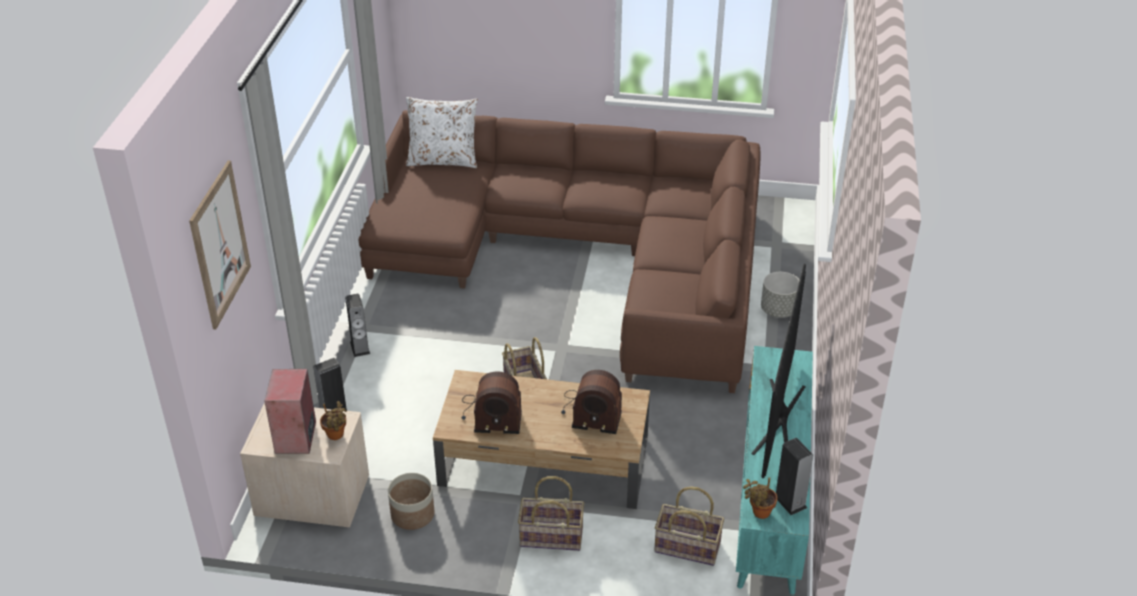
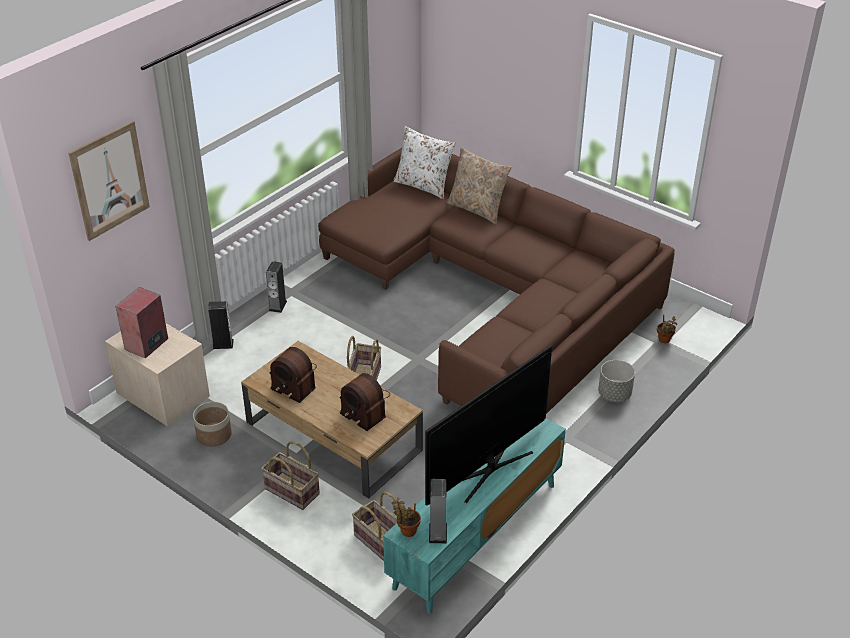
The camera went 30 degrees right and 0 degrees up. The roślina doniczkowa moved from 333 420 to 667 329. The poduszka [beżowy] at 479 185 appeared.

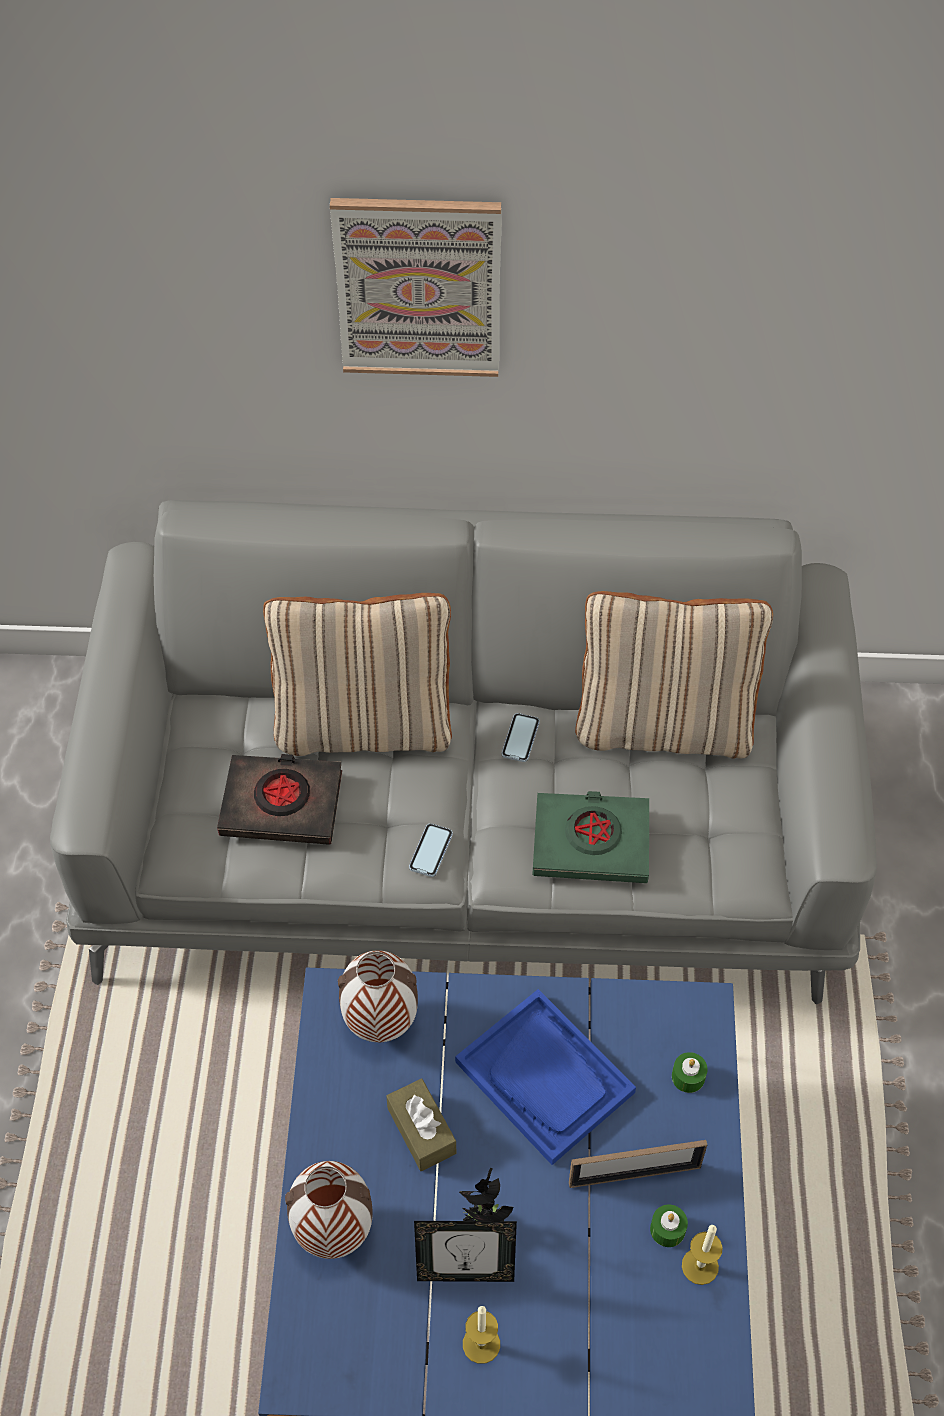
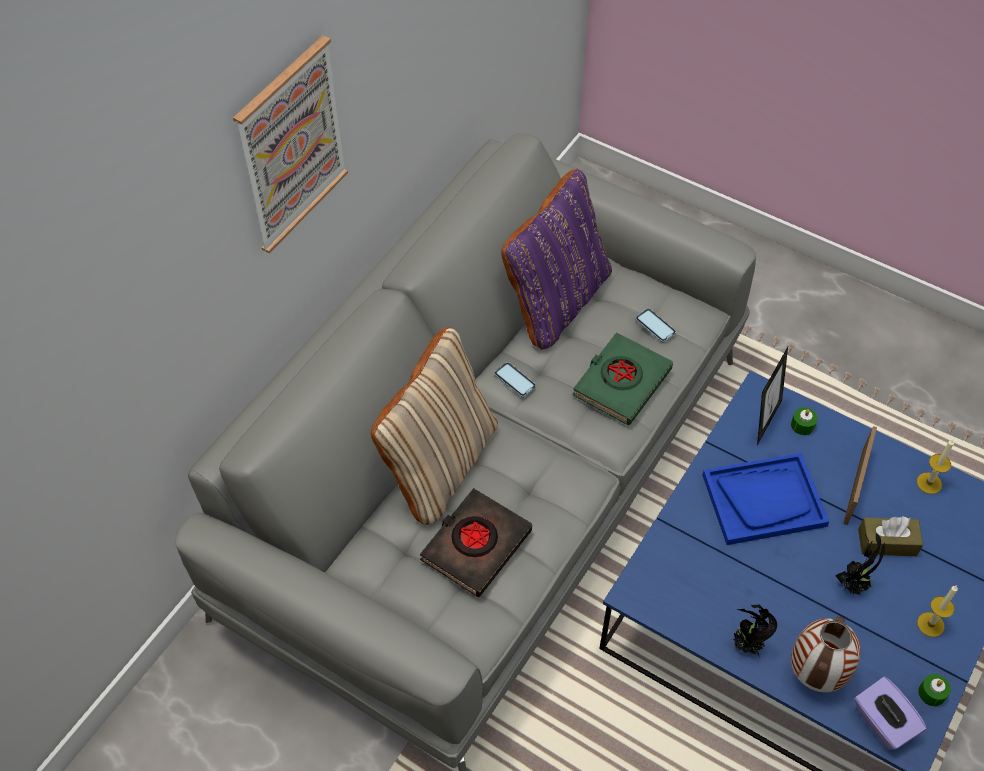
The camera went 60 degrees left and 0 degrees up. The poduszka [beżowy] at 674 675 became the poduszka [fioletowy] at 556 259. The telefon moved from 431 850 to 655 325. The wazon at 378 996 disappeared. The pudełko chusteczek [brązowy] moved from 421 1125 to 890 536. The świeca [zielony] moved from 669 1225 to 934 690. The ramka na zdjęcie moved from 465 1251 to 772 396. The roślina doniczkowa at 755 631 appeared. The pudełko chusteczek [fioletowy] at 891 713 appeared.

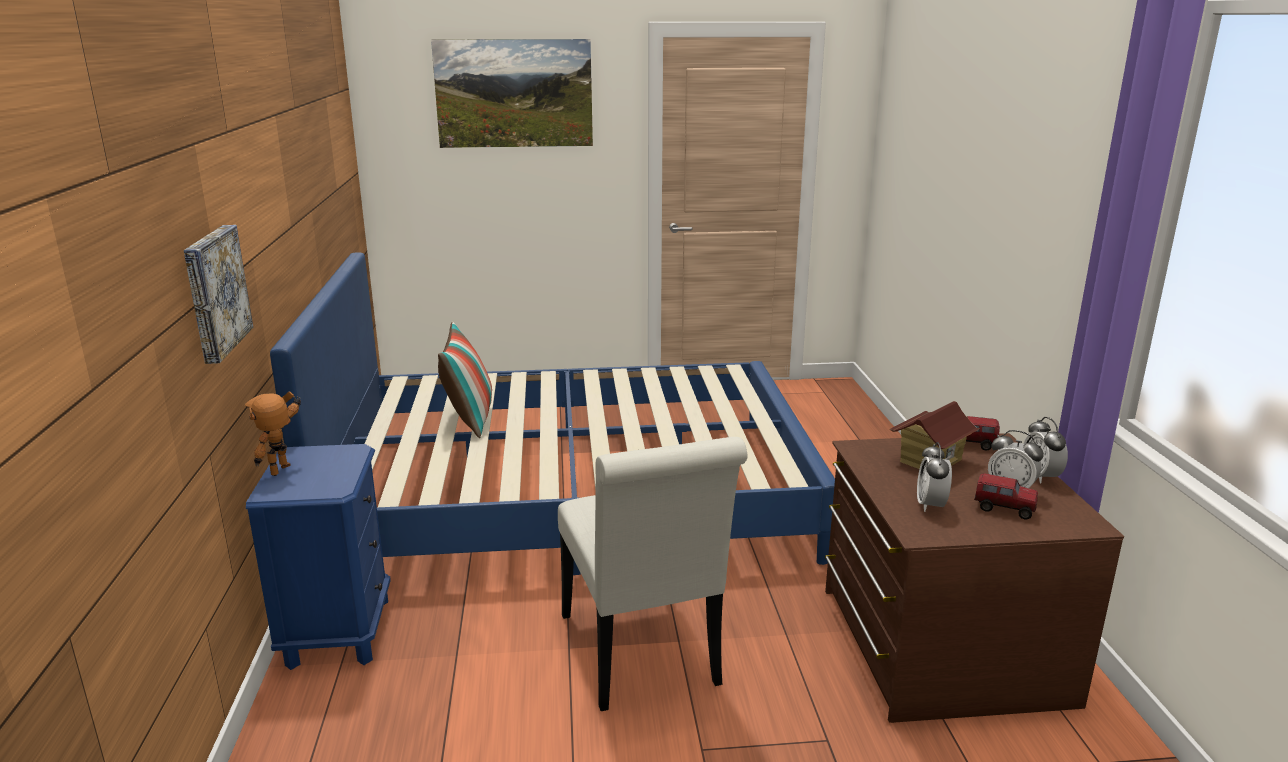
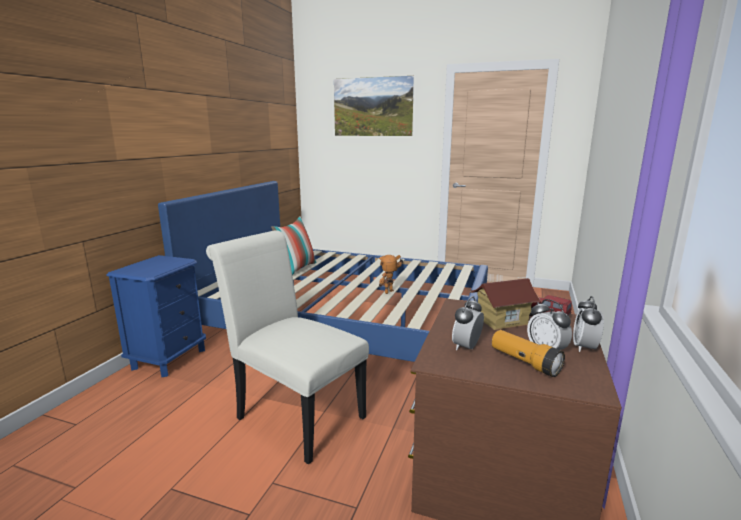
The camera went 25 degrees right and 5 degrees down. The obraz at 218 294 disappeared. The robot zabawkowy moved from 273 433 to 391 274. The krzesło [biały] at 652 574 turned 120 degrees clockwise. The ciężarówka zabawkowa at 1006 496 was replaced by the latarka at 528 353.

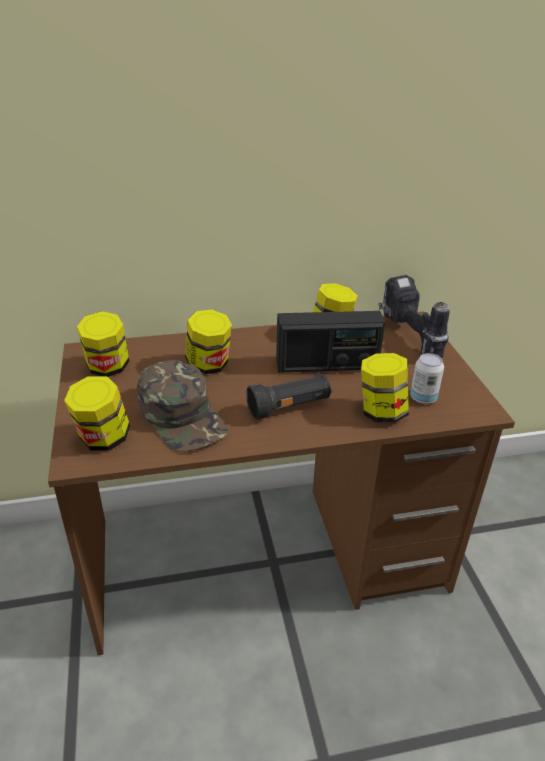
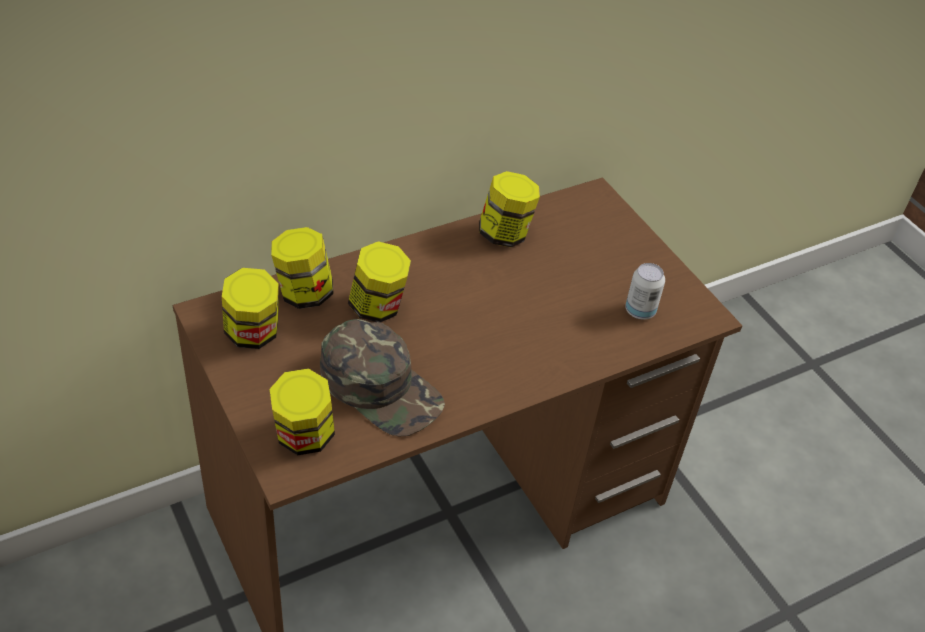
The camera went 20 degrees left and 10 degrees up. The wiertarka at 414 316 disappeared. The radio at 330 342 disappeared. The słoik moved from 385 388 to 302 268. The latarka [czarny] at 289 396 disappeared.

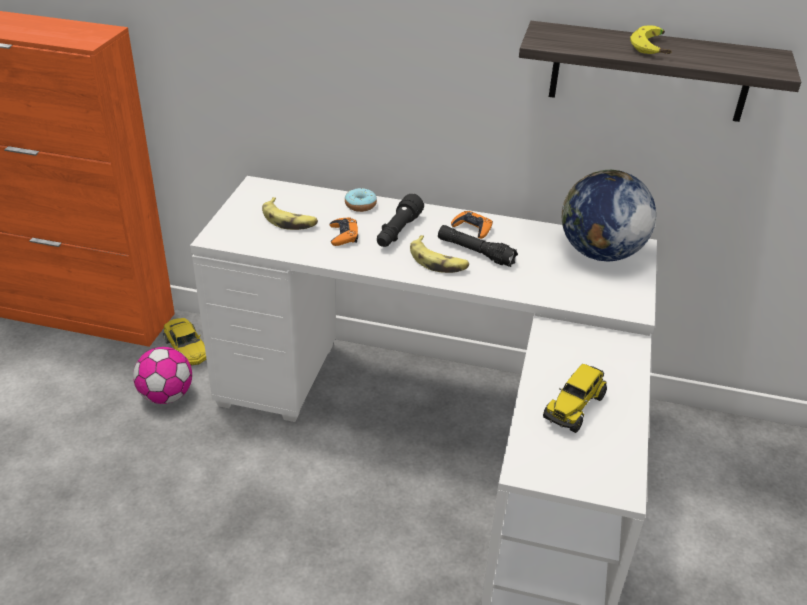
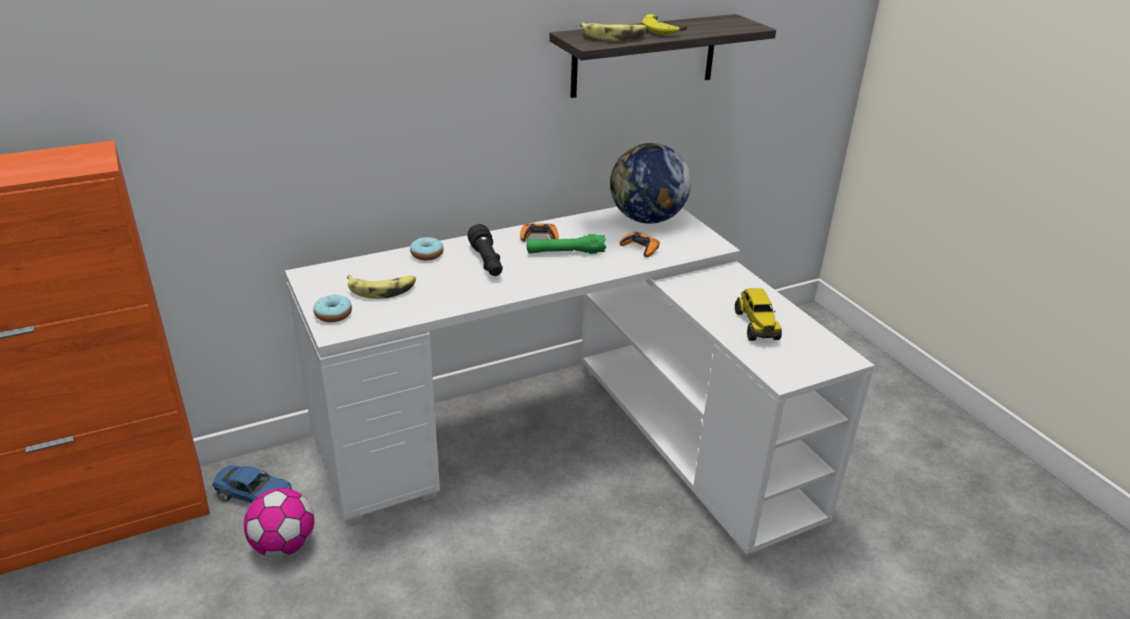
The camera went 40 degrees left and 5 degrees down. The pad do gier [pomarańczowy] moved from 344 231 to 640 244. The latarka [czarny] at 478 246 became the latarka [zielony] at 566 244. The banan moved from 439 254 to 613 31. The samochodzik [żółty] at 184 341 became the samochodzik [niebieski] at 251 484. The donut at 332 308 appeared.

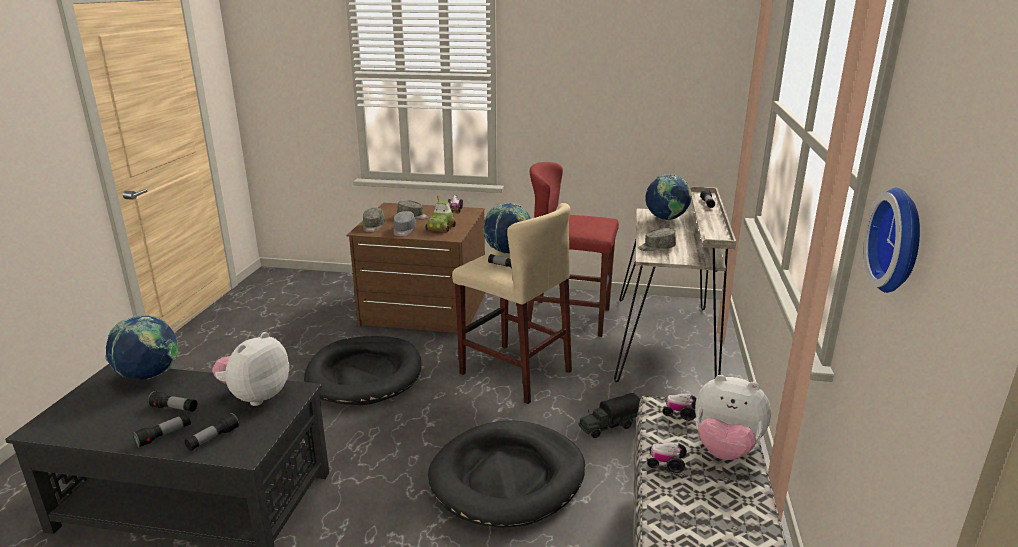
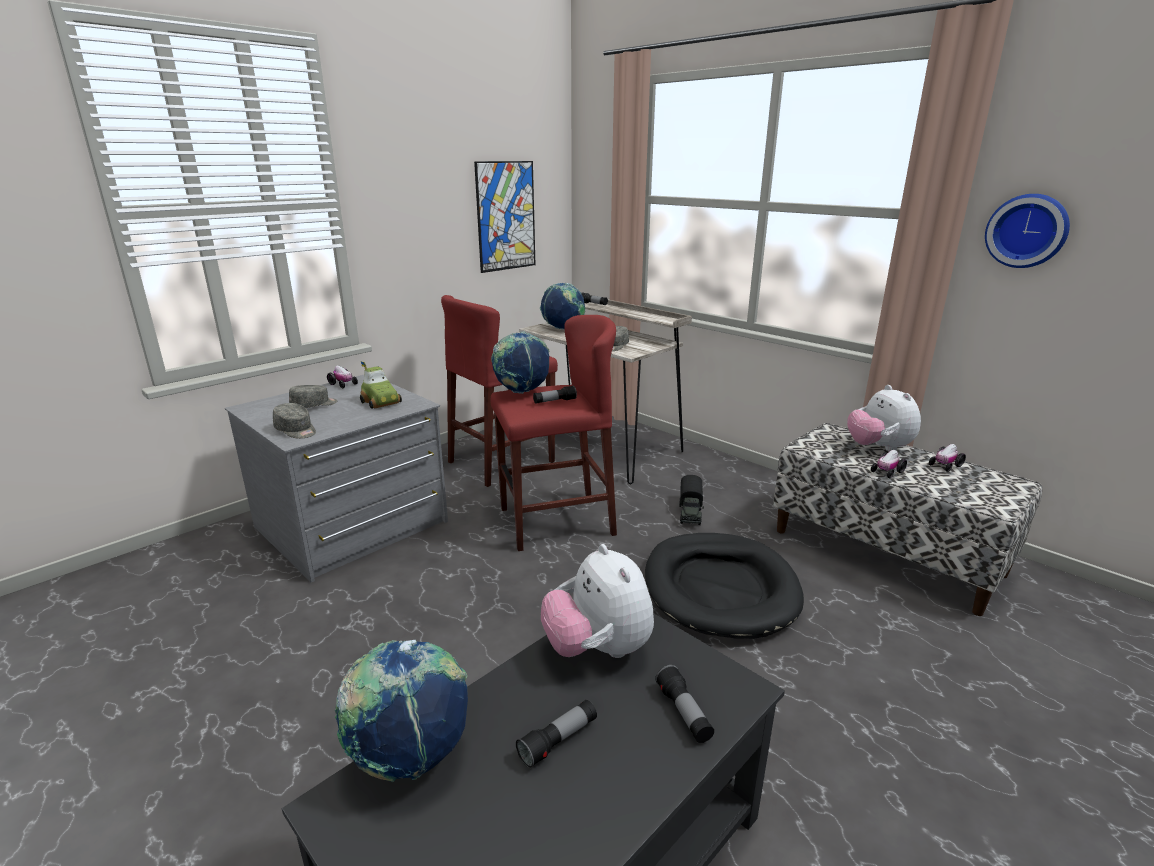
The camera went 55 degrees left and 0 degrees up. The komoda [brązowy] at 415 268 became the komoda [szary] at 336 478. The stołek [beżowy] at 512 303 became the stołek [czerwony] at 553 433. The czapka z daszkiem [szary] at 404 223 disappeared. The legowisko [czarny] at 362 370 disappeared. The pluszak at 733 417 turned 105 degrees clockwise. The samochodzik moved from 679 407 to 947 458. The latarka at 161 430 disappeared. The obraz at 504 217 appeared.

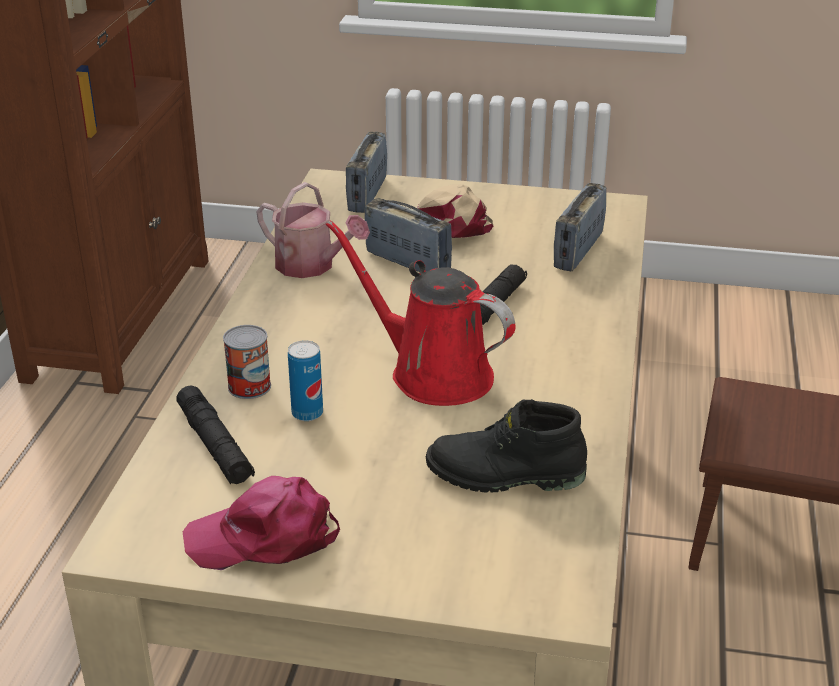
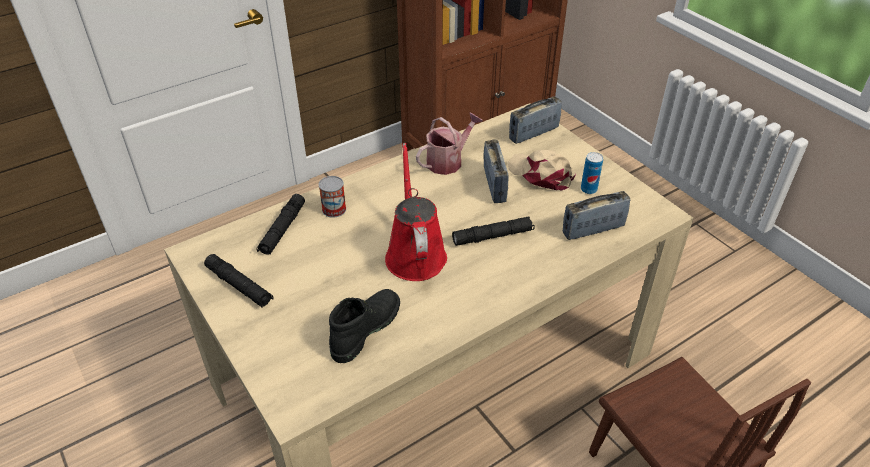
The camera went 45 degrees right and 10 degrees up. The konewka at 313 230 turned 120 degrees counterclockwise. The puszka moved from 305 380 to 592 173. The but z cholewką [czarny] at 506 446 turned 75 degrees clockwise. The czapka z daszkiem [różowy] at 261 523 was replaced by the latarka [czarny] at 239 281.

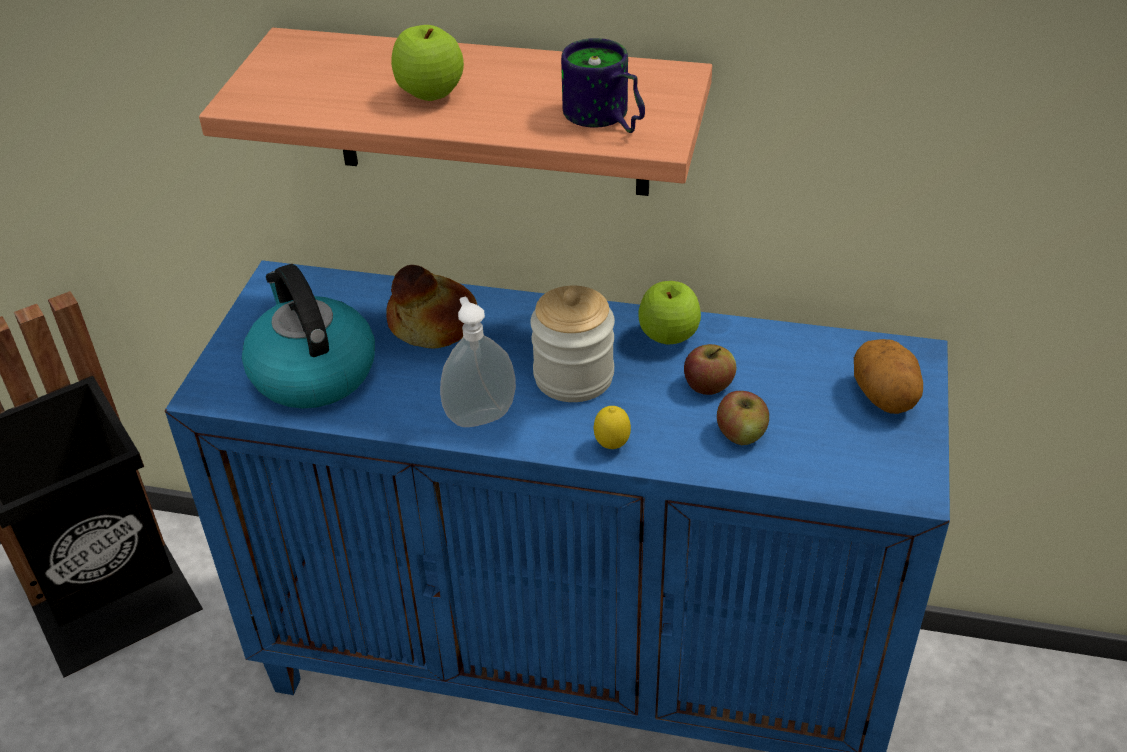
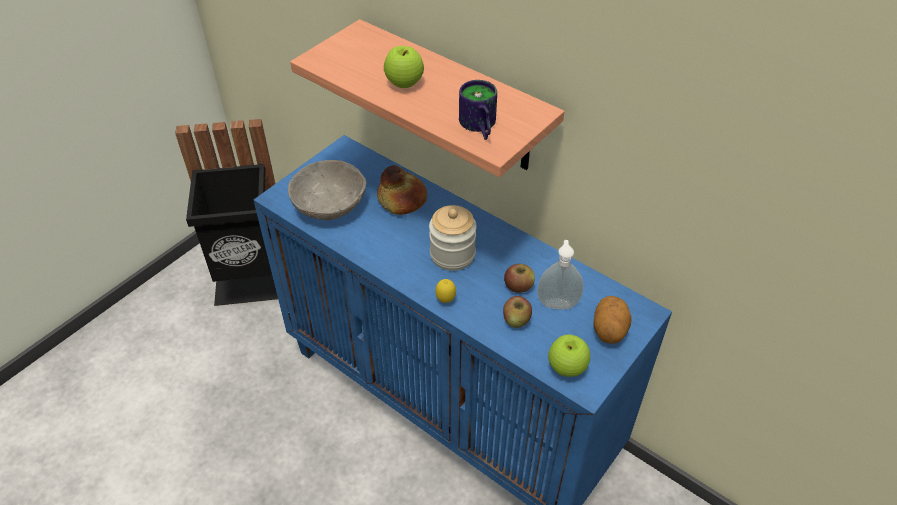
The camera went 25 degrees right and 5 degrees up. The czajnik at 308 336 was replaced by the miska [szary] at 327 190. The jabłko moved from 669 313 to 569 355. The dozownik mydła moved from 478 362 to 560 274.

